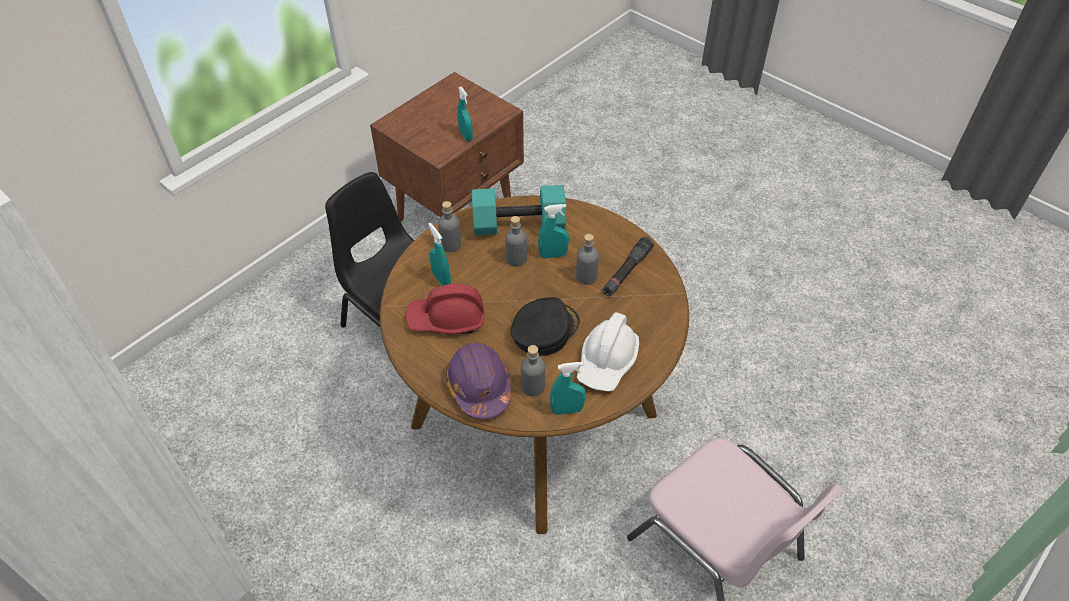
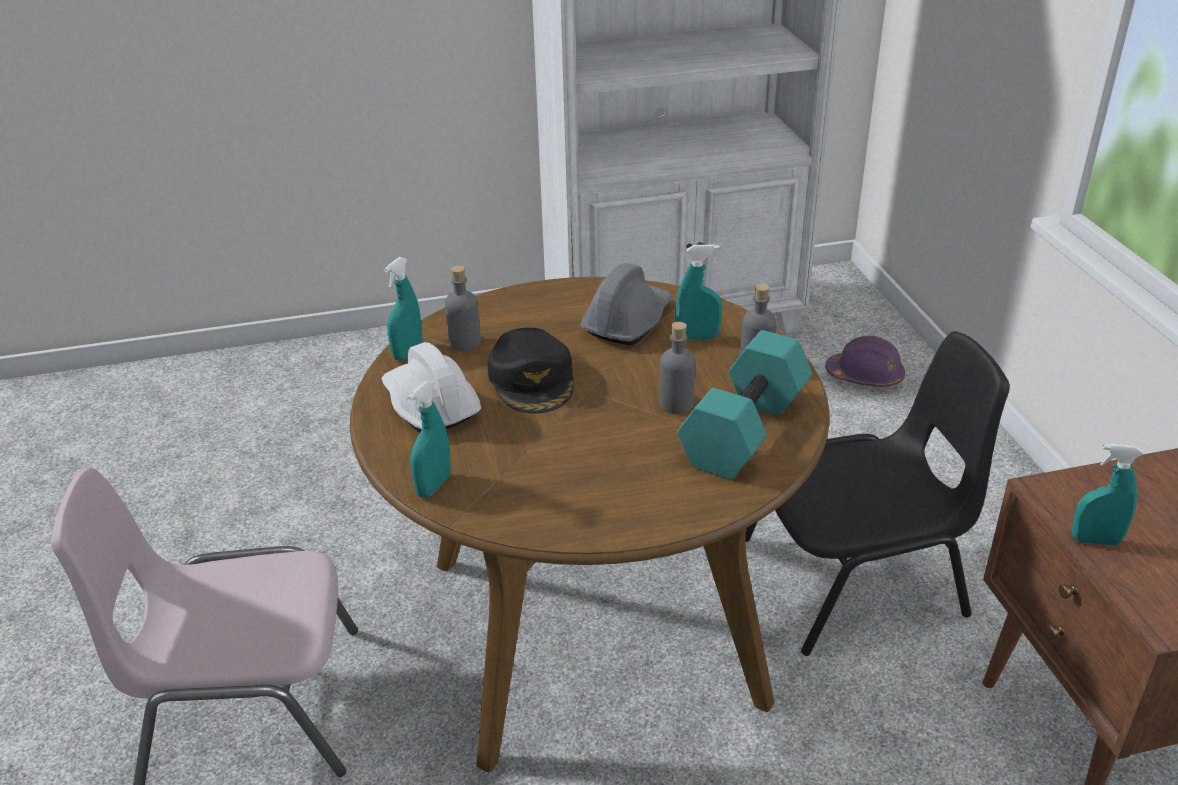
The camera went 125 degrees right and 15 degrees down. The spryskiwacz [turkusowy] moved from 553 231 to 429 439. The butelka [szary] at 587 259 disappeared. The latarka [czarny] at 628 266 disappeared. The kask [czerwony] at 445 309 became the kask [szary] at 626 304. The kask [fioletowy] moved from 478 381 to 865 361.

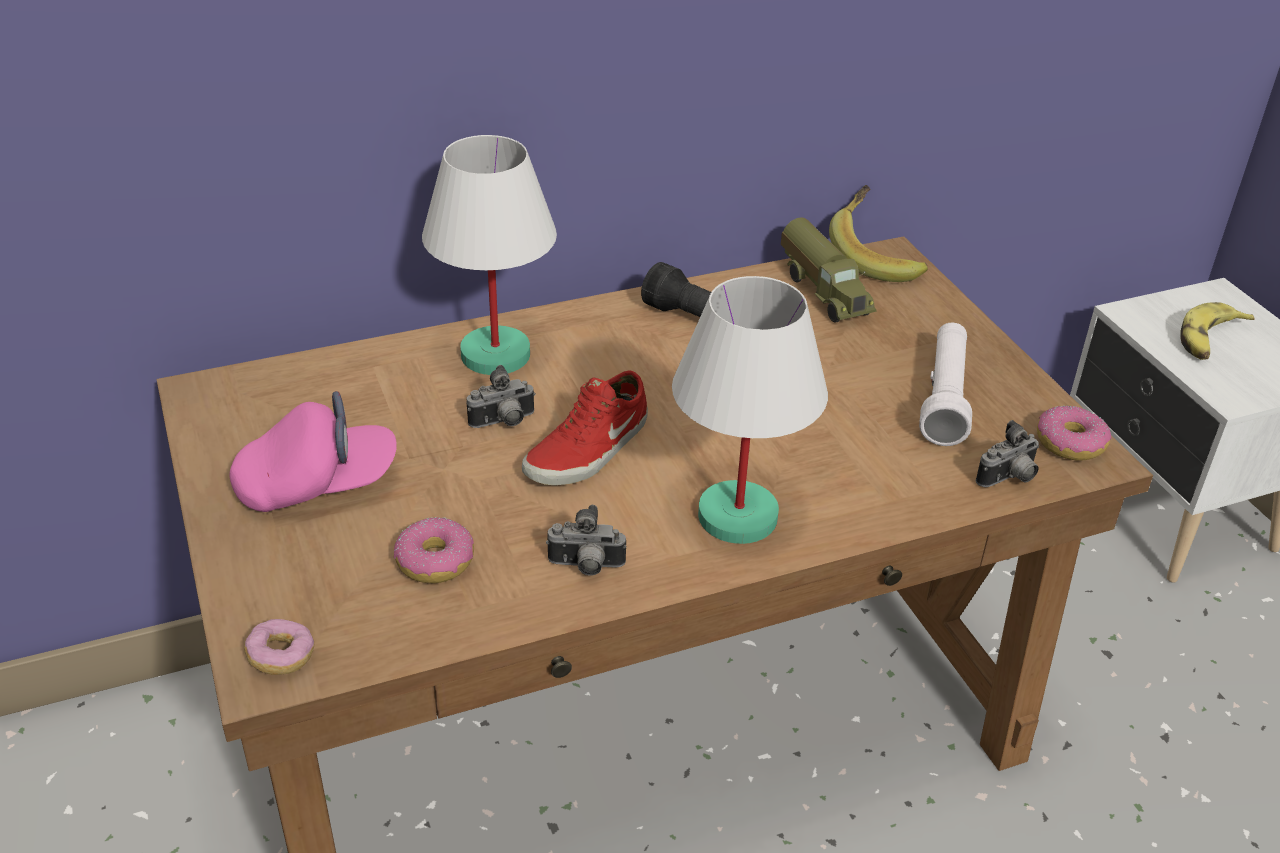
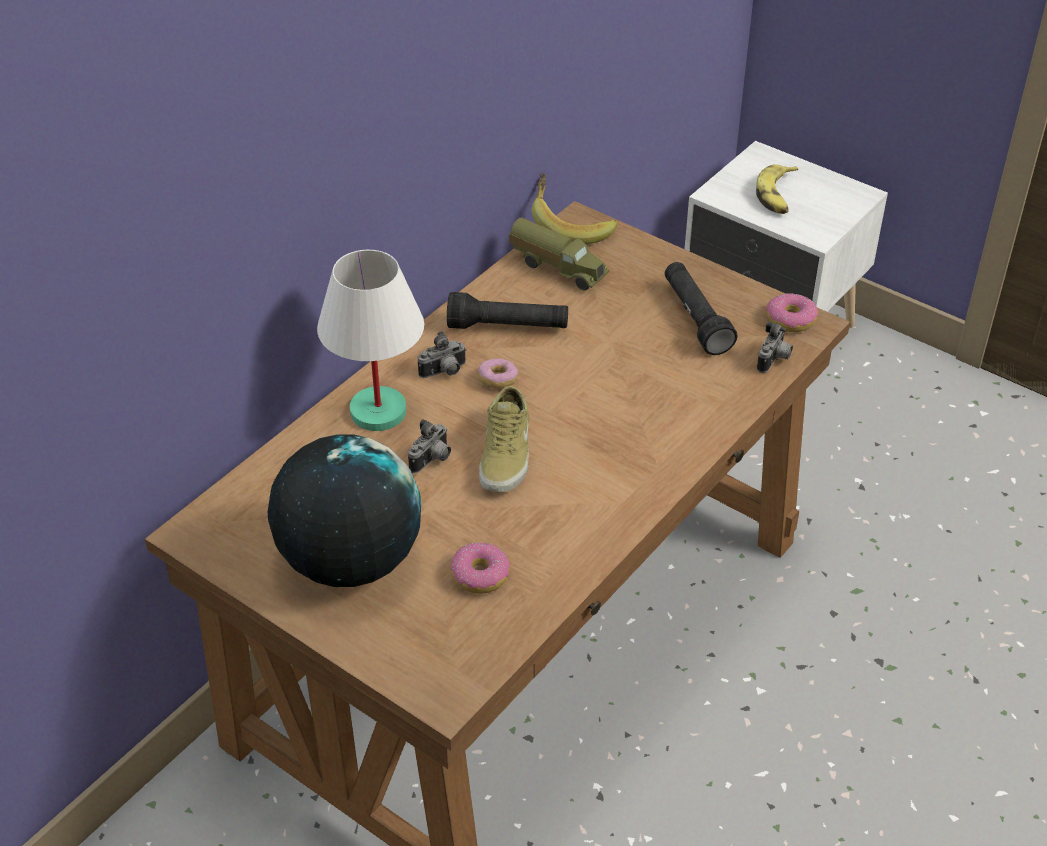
The camera went 30 degrees left and 5 degrees up. The lampa stołowa [biały] at 750 410 disappeared. The latarka [biały] at 945 384 became the latarka [czarny] at 701 308. The but [czerwony] at 585 427 became the but [beżowy] at 504 439. The czapka z daszkiem [różowy] at 313 451 was replaced by the globus at 344 510. The aparat fotograficzny moved from 586 540 to 442 354. The donut moved from 279 647 to 497 374.

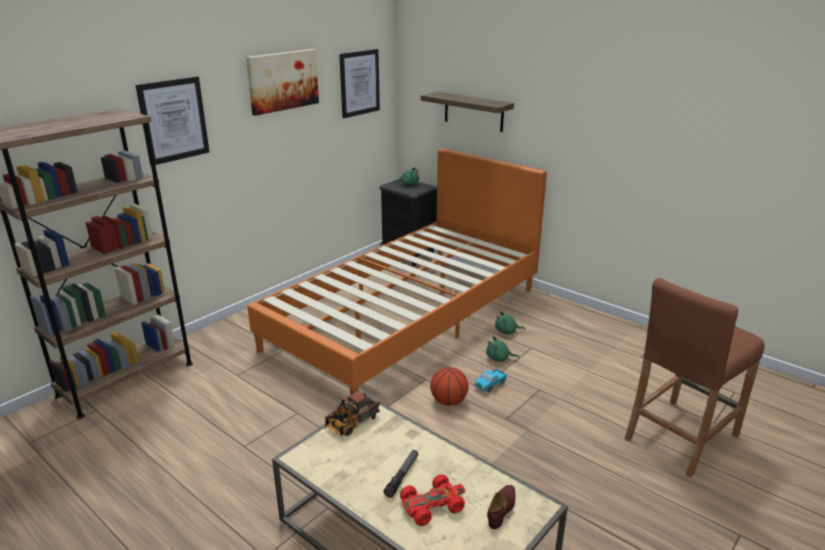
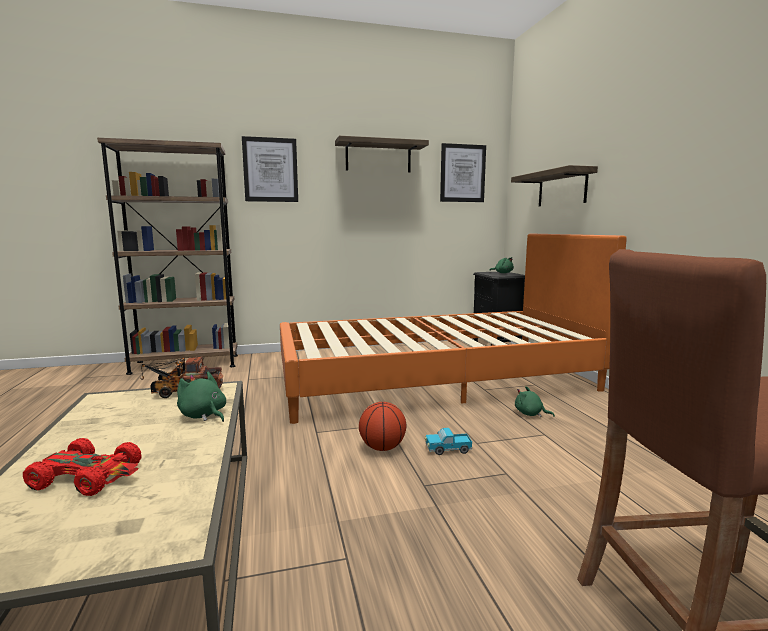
The camera went 35 degrees right and 15 degrees down. The obraz at 282 82 was replaced by the półka at 382 154. The pluszak [zielony] moved from 502 349 to 201 397. The latarka at 401 474 disappeared. The but [brązowy] at 501 507 disappeared.

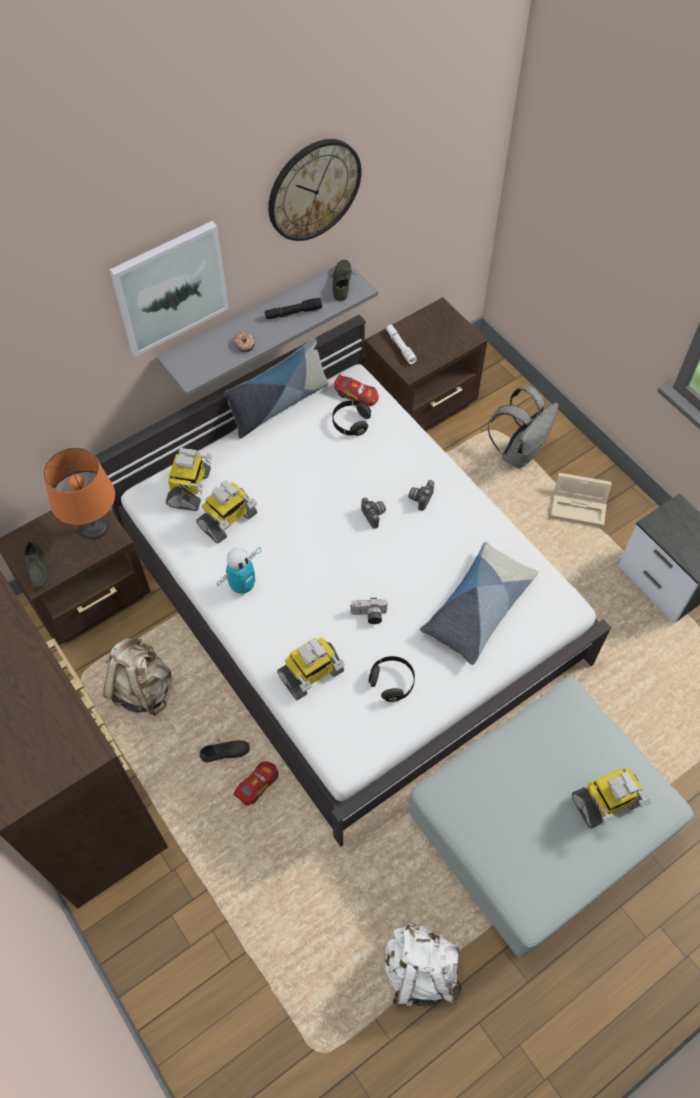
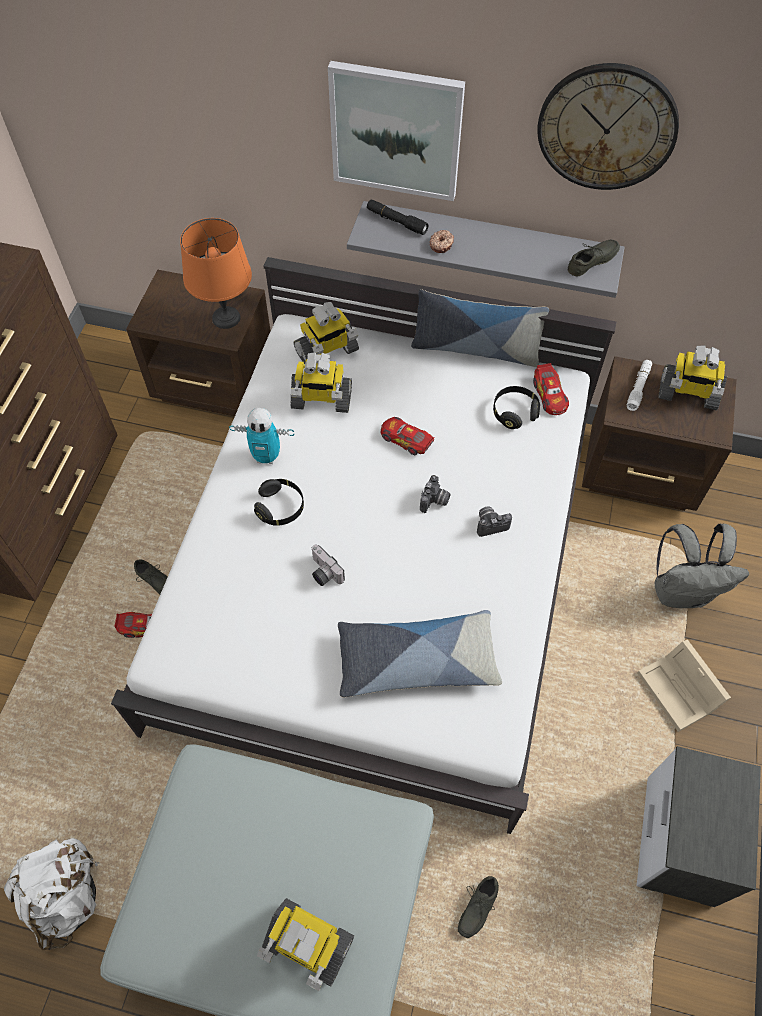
The camera went 50 degrees right and 0 degrees up. The latarka [czarny] moved from 293 308 to 398 217. The but [szary] moved from 32 565 to 478 907. The plecak [beżowy] at 137 676 disappeared. The robot zabawkowy moved from 311 669 to 692 378. The słuchawki [czarny] moved from 391 679 to 279 502. The samochodzik at 407 436 appeared.

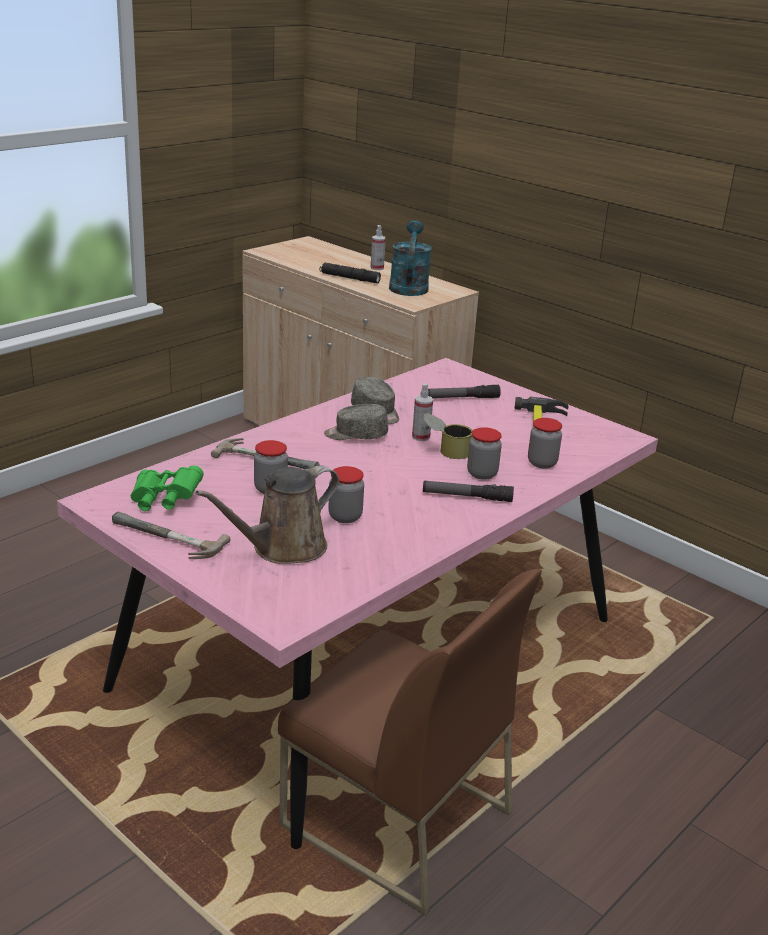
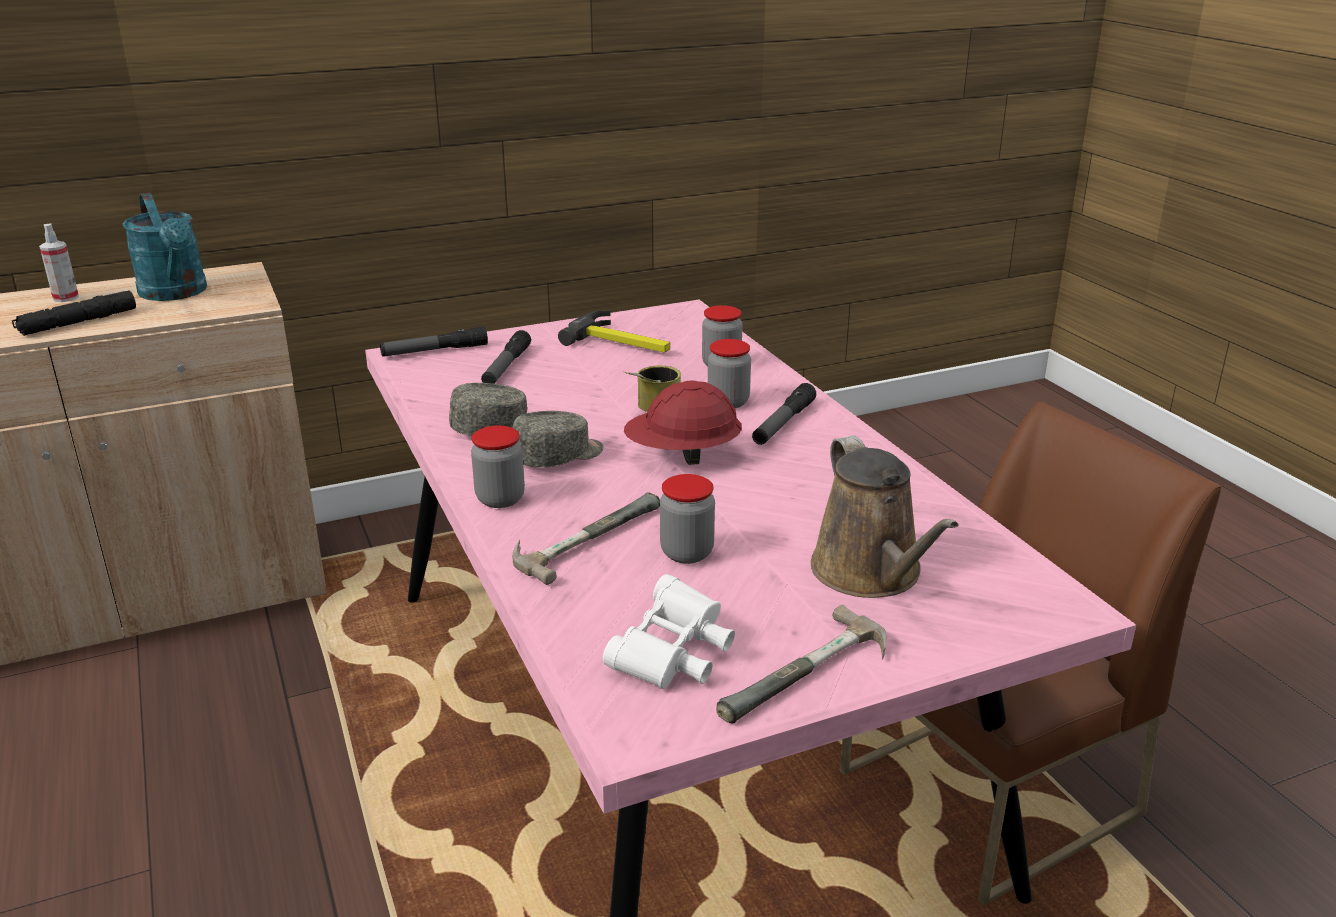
The camera went 65 degrees left and 0 degrees up. The konewka [turkusowy] at 410 258 turned 150 degrees counterclockwise. The spryskiwacz at 422 412 disappeared. The czapka z daszkiem [szary] at 356 422 turned 150 degrees counterclockwise. The lornetka [zielony] at 167 488 became the lornetka [biały] at 669 631. The słoik moved from 346 494 to 498 467. The latarka at 434 341 appeared. The kask [czerwony] at 683 423 appeared.

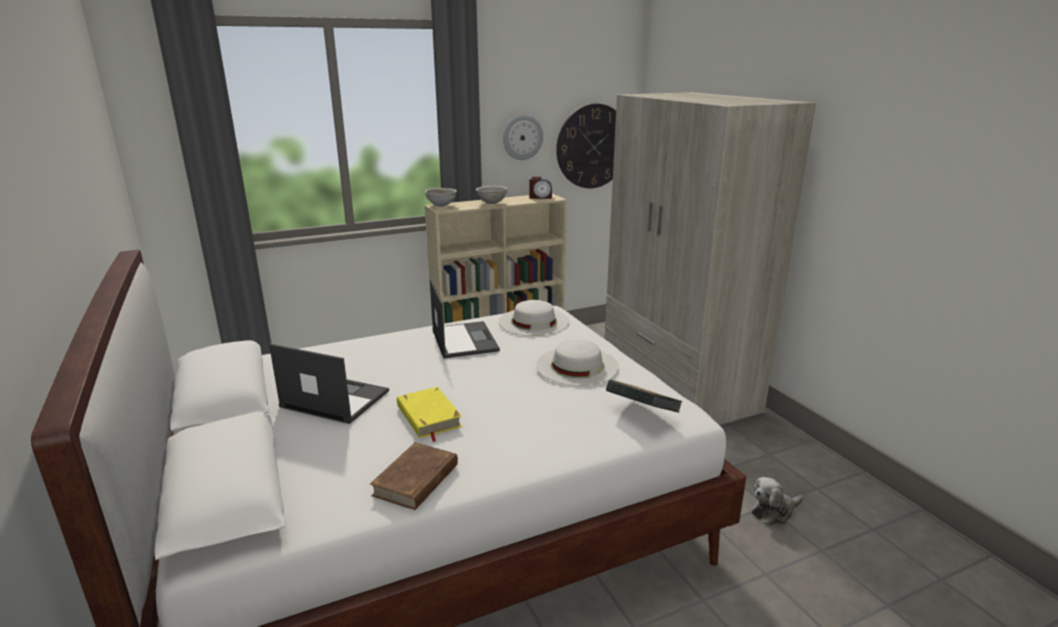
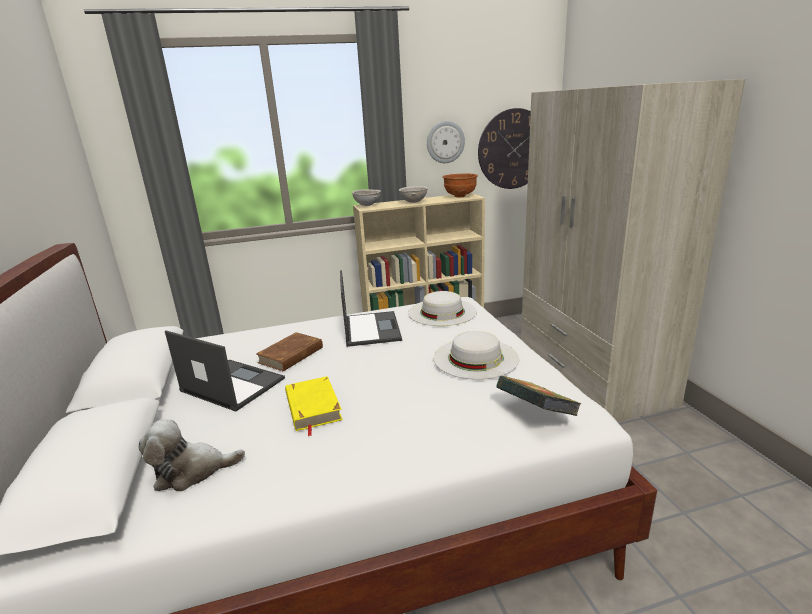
The camera went 10 degrees right and 0 degrees up. The budzik at 540 188 was replaced by the miska [brązowy] at 460 185. The książka [brązowy] moved from 414 476 to 289 351. The pluszak moved from 778 501 to 192 455.

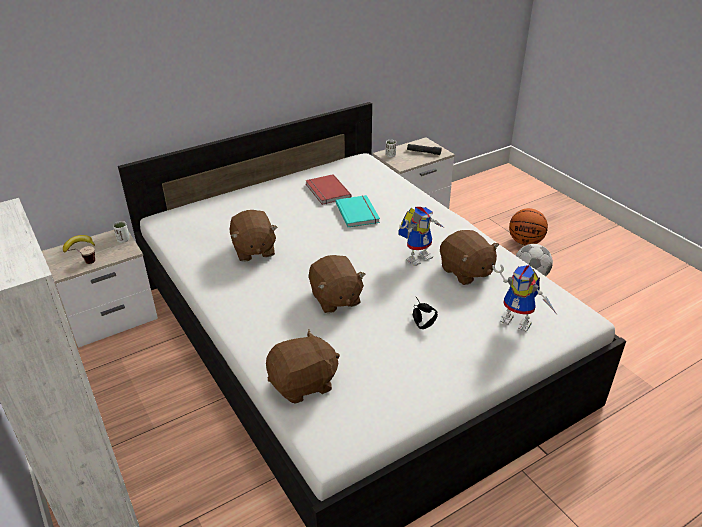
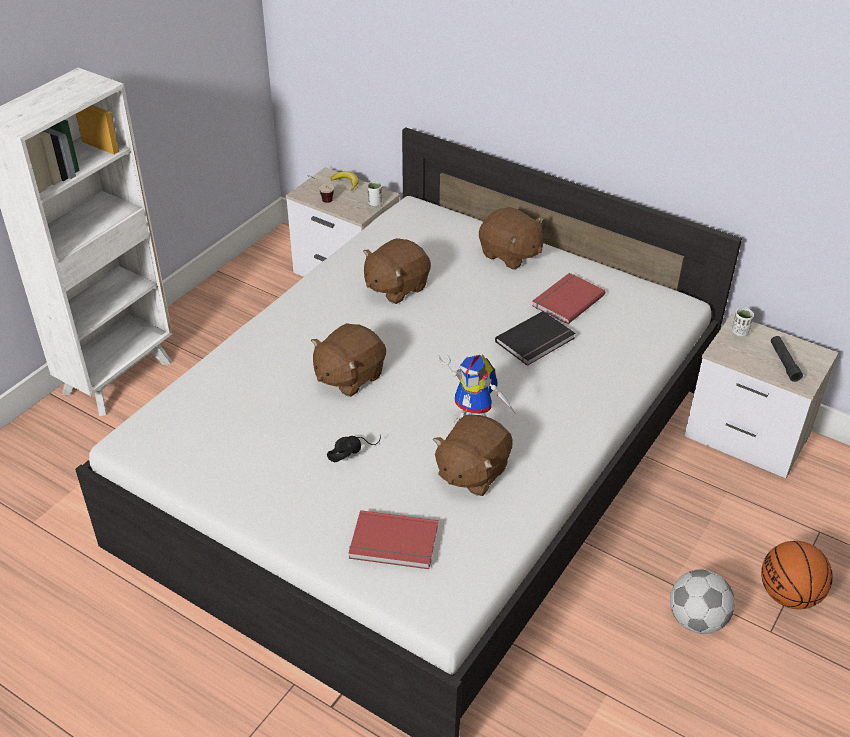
The camera went 65 degrees right and 5 degrees up. The książka [turkusowy] at 358 211 became the książka [czarny] at 535 338. The robot zabawkowy at 524 298 was replaced by the książka [czerwony] at 393 539. The pluszak [brązowy] moved from 303 367 to 511 238.

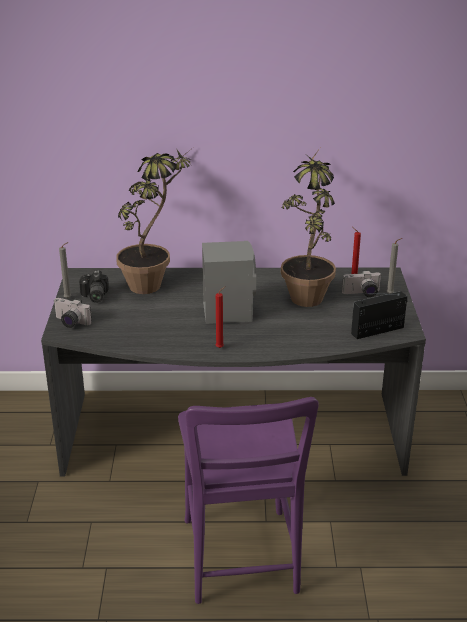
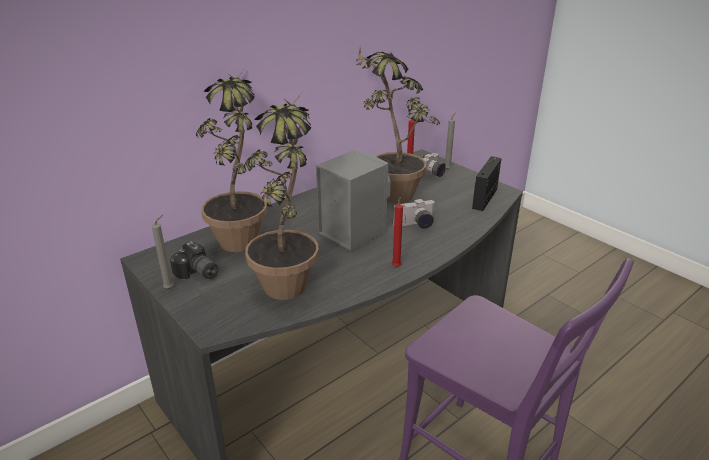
The camera went 40 degrees left and 0 degrees up. The aparat fotograficzny moved from 72 313 to 414 213. The roślina doniczkowa at 281 195 appeared.

